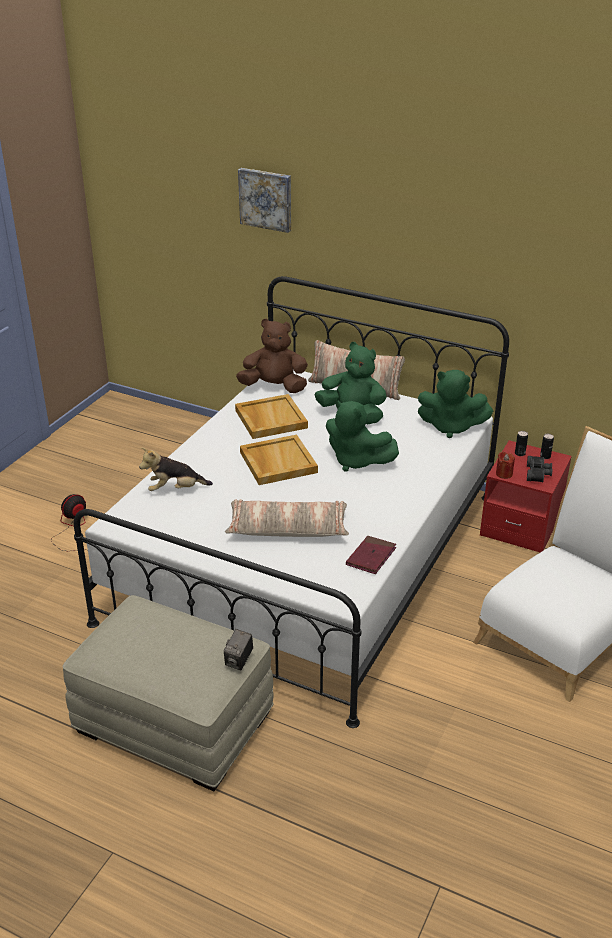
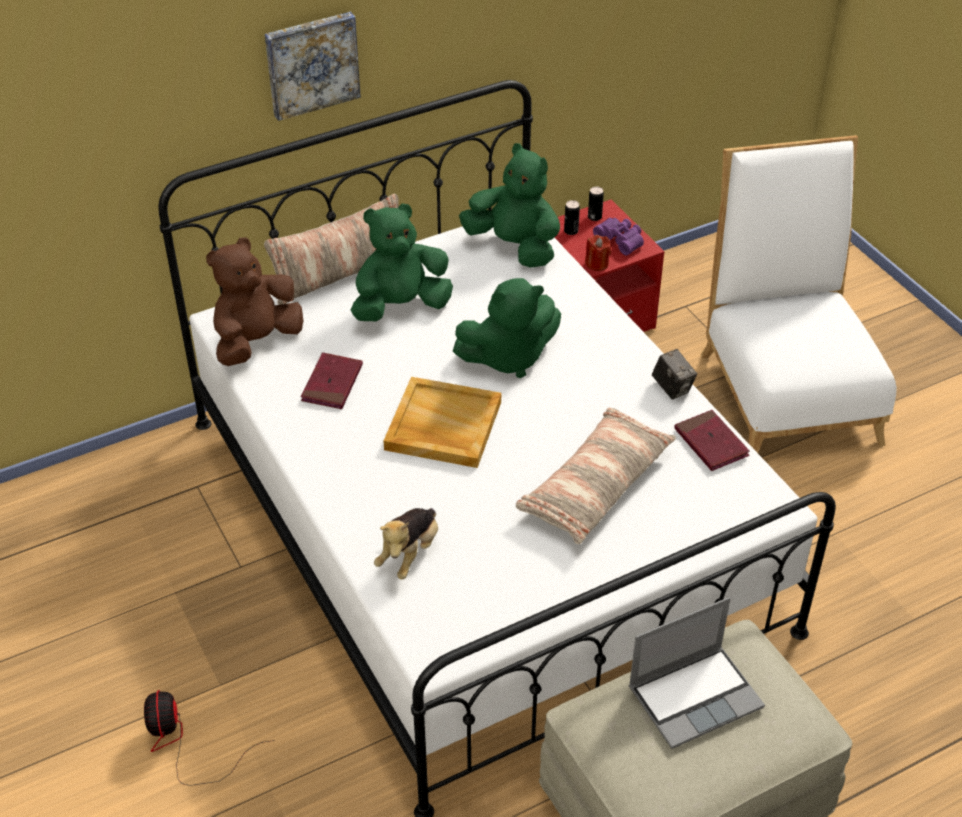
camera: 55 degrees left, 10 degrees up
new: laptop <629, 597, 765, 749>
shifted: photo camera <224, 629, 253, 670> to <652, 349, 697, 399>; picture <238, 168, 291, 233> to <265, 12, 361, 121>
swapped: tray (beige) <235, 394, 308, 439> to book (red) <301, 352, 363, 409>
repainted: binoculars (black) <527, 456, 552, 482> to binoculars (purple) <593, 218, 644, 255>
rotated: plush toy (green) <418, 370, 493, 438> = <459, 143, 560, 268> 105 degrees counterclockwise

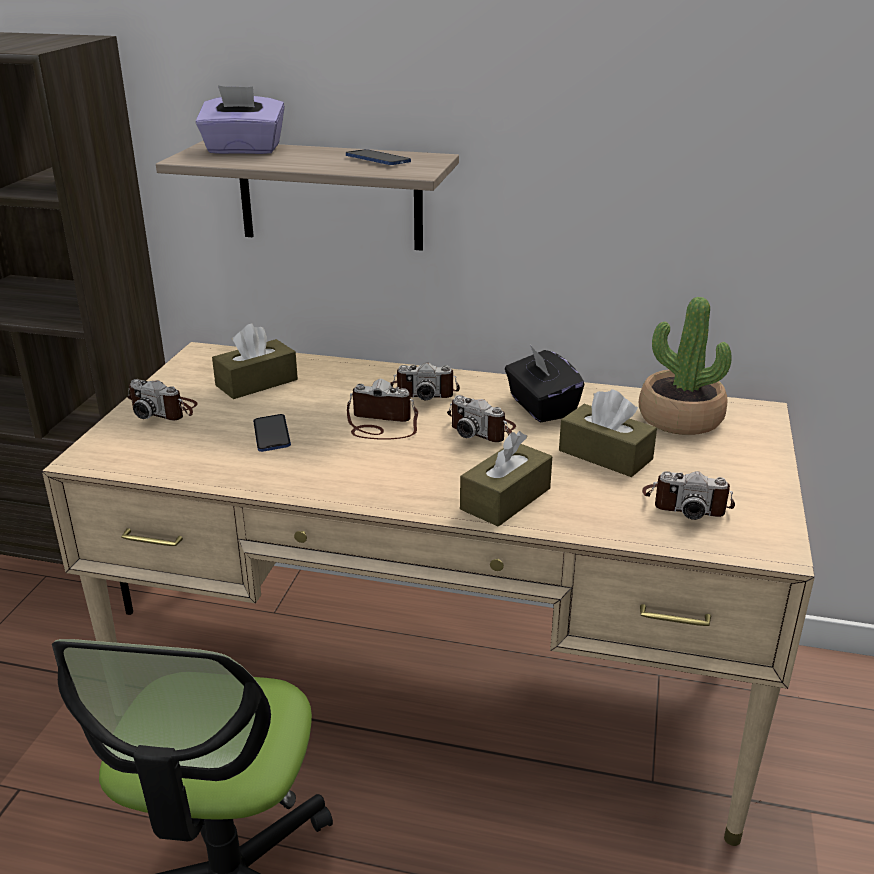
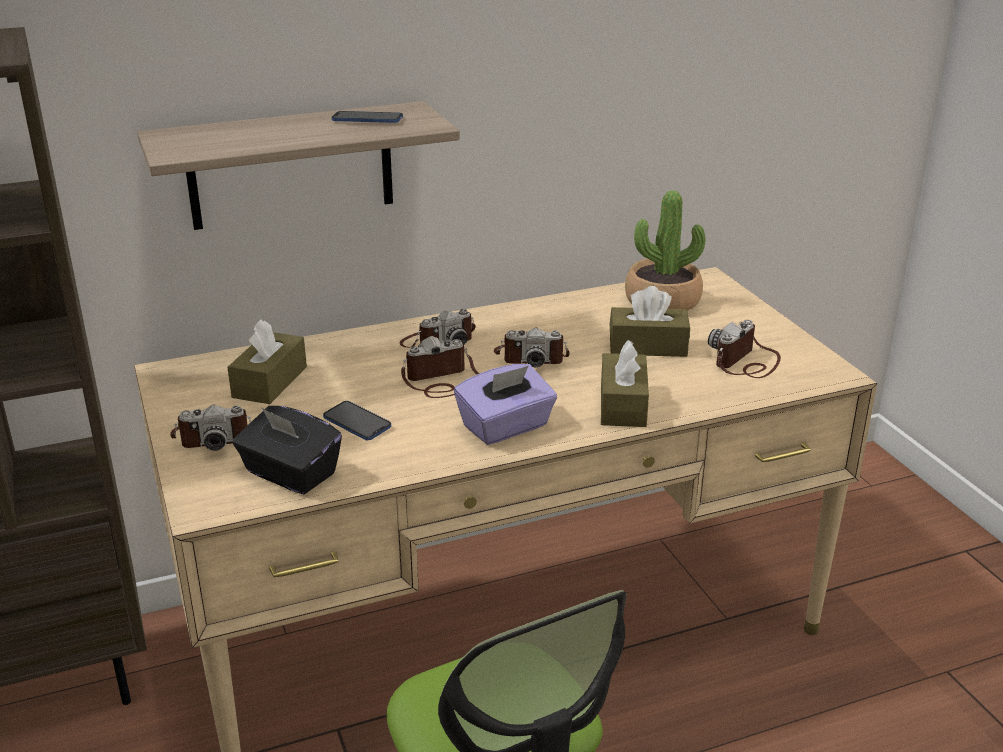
camera: 35 degrees left, 0 degrees up
shifted: tissue box (purple) <196, 85, 285, 154> to <454, 364, 557, 445>; tissue box (black) <505, 346, 584, 422> to <233, 406, 342, 494>
rotated: photo camera <642, 471, 735, 520> = <708, 320, 781, 378> 150 degrees clockwise

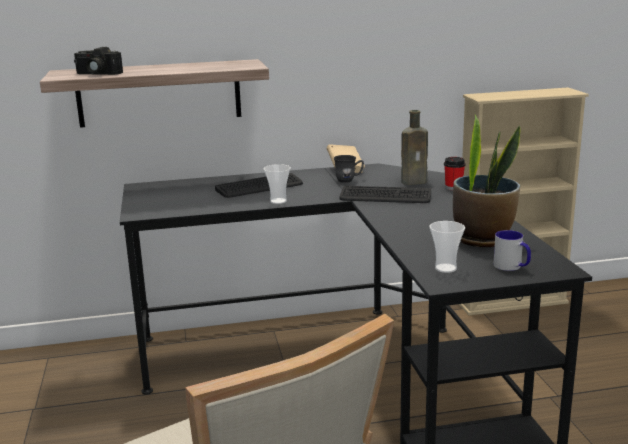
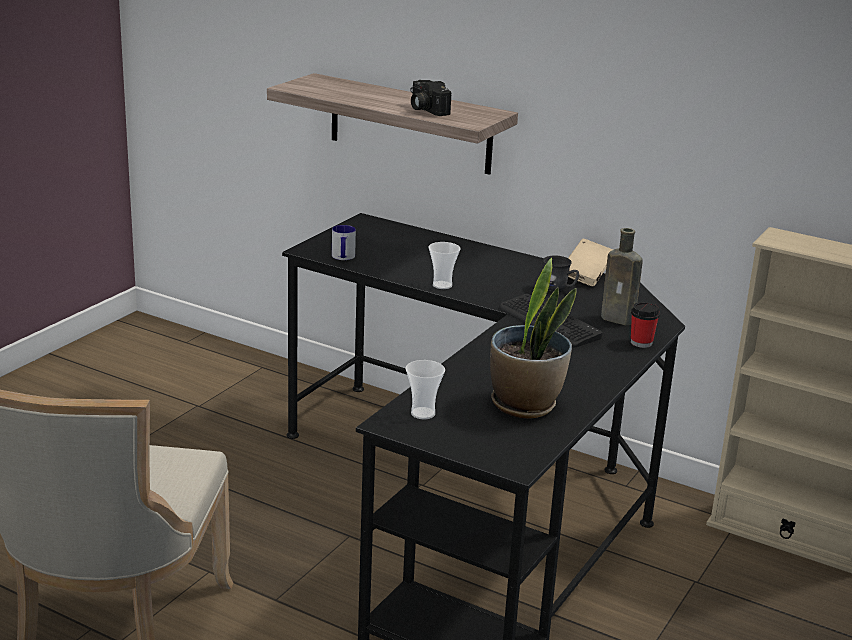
camera: 40 degrees right, 5 degrees up
gone: keyboard <215, 173, 303, 198>
shifted: photo camera <74, 47, 123, 75> to <410, 80, 451, 116>; mug <494, 230, 531, 271> to <332, 225, 356, 260>

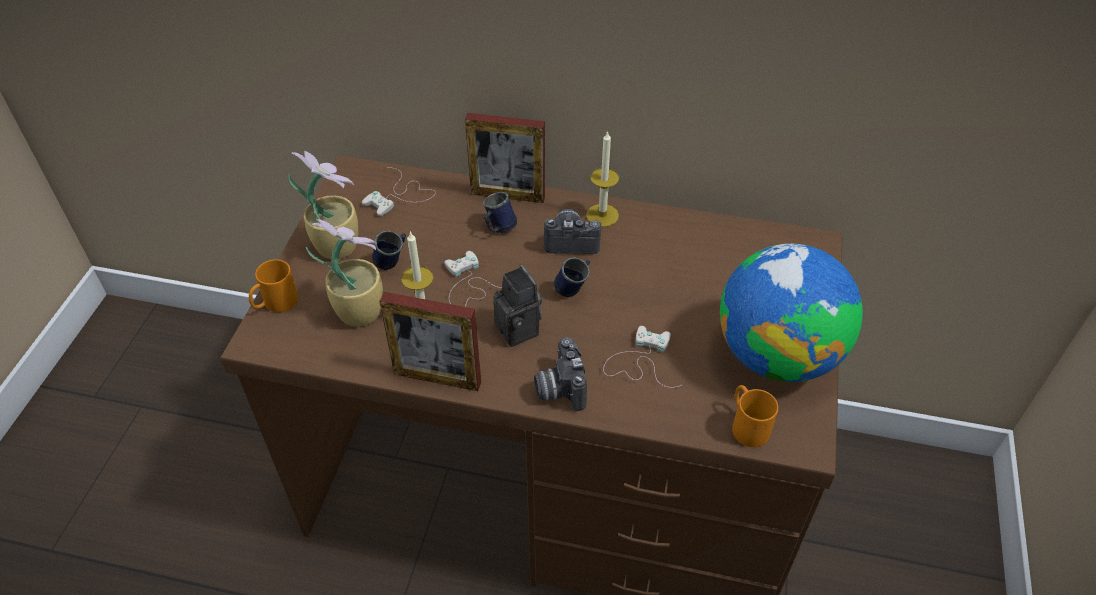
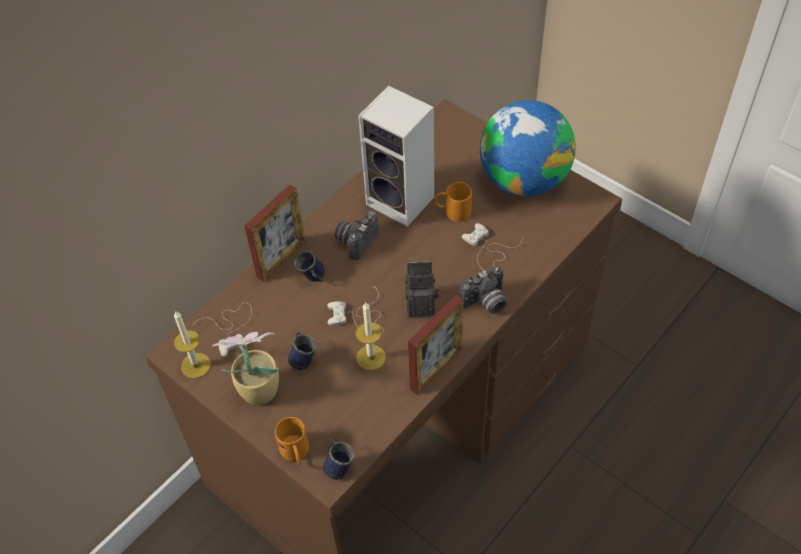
camera: 60 degrees left, 5 degrees up
gone: potted plant <306, 219, 383, 327>
new: speaker <358, 86, 434, 227>
shifted: mug (blue) <554, 257, 590, 297> to <323, 439, 355, 480>; candle <586, 131, 619, 227> to <174, 310, 211, 379>; mug (orange) <732, 385, 778, 447> to <434, 182, 472, 222>
rotated: photo camera <534, 337, 587, 412> = <459, 266, 507, 314> 45 degrees counterclockwise

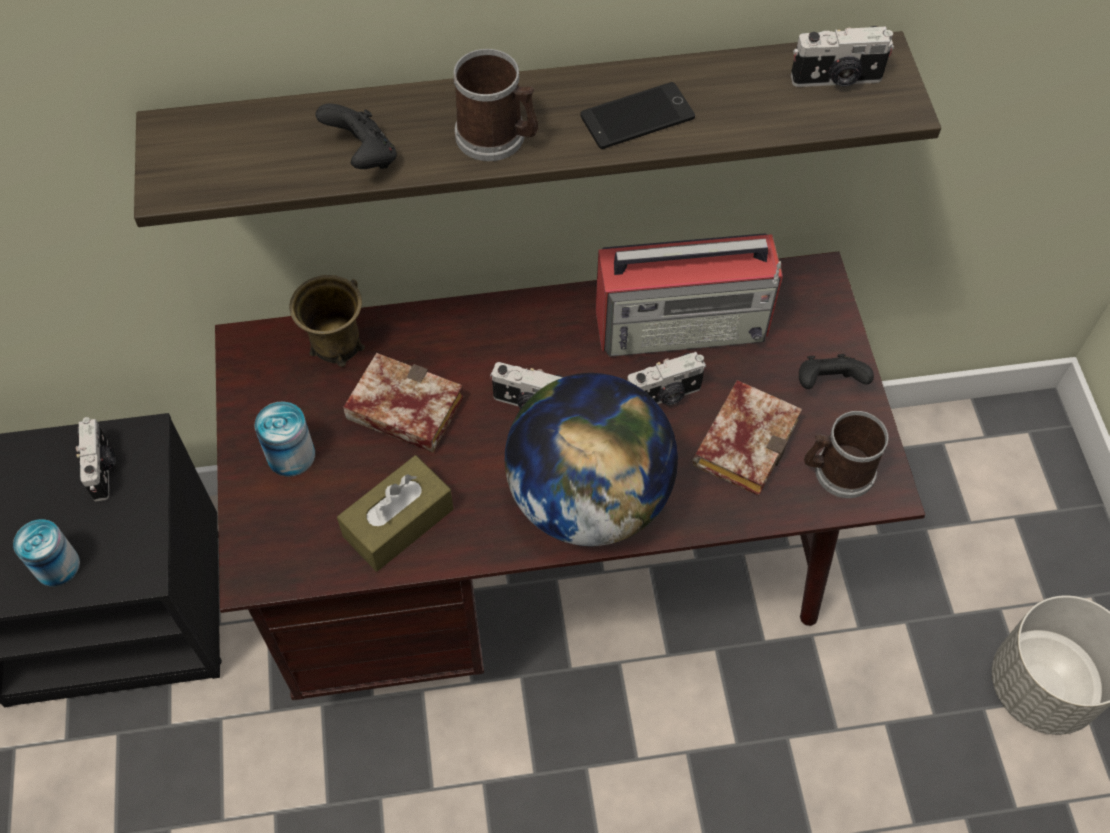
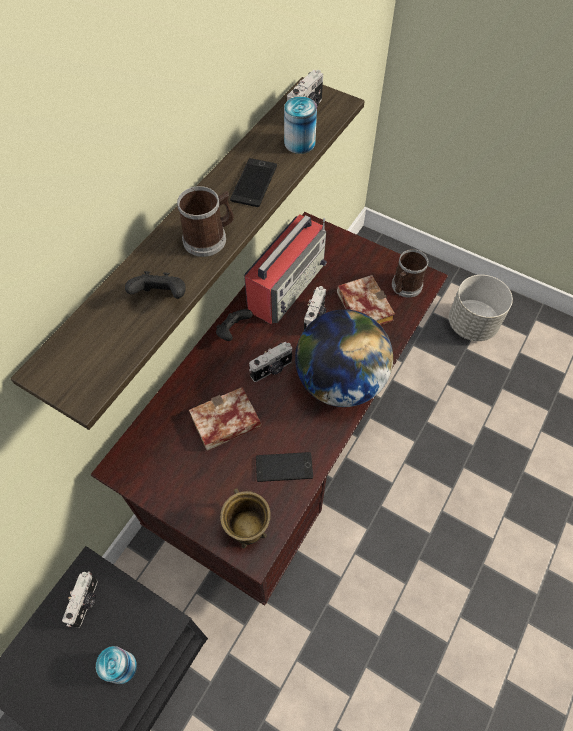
camera: 50 degrees left, 0 degrees up
shifted: can <255, 401, 315, 477> to <284, 97, 317, 154>; mug (brown) <289, 275, 365, 367> to <220, 488, 271, 548>; game controller (black) <799, 354, 874, 389> to <216, 309, 253, 341>
swapped: tissue box (brown) <337, 455, 453, 572> to phone <256, 452, 313, 482>
rotated: photo camera <76, 417, 116, 501> = <62, 571, 98, 628> 75 degrees clockwise

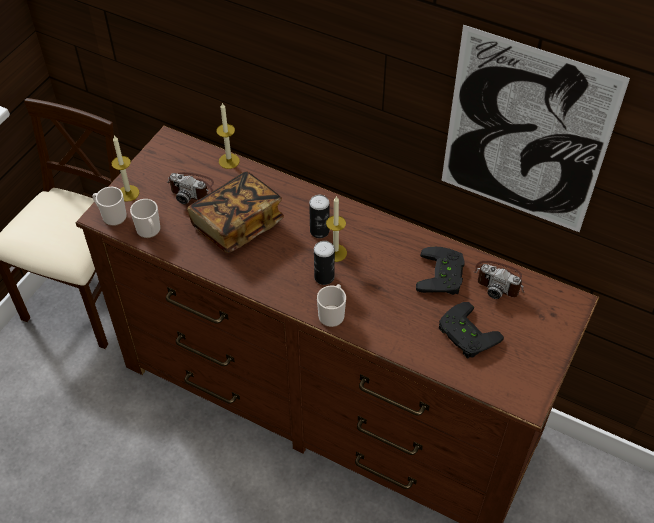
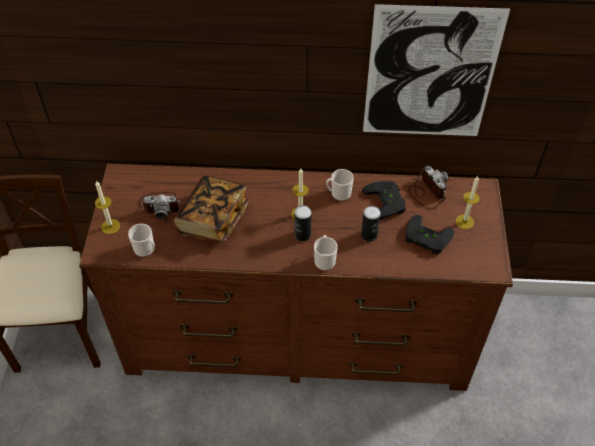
camera: 25 degrees left, 0 degrees up
shifted: mug <92, 187, 127, 226> to <326, 169, 354, 201>; candle <216, 103, 240, 169> to <456, 176, 480, 229>; can <309, 195, 329, 238> to <361, 206, 380, 242>
rotated: photo camera <475, 261, 524, 299> = <408, 166, 449, 209> 120 degrees counterclockwise

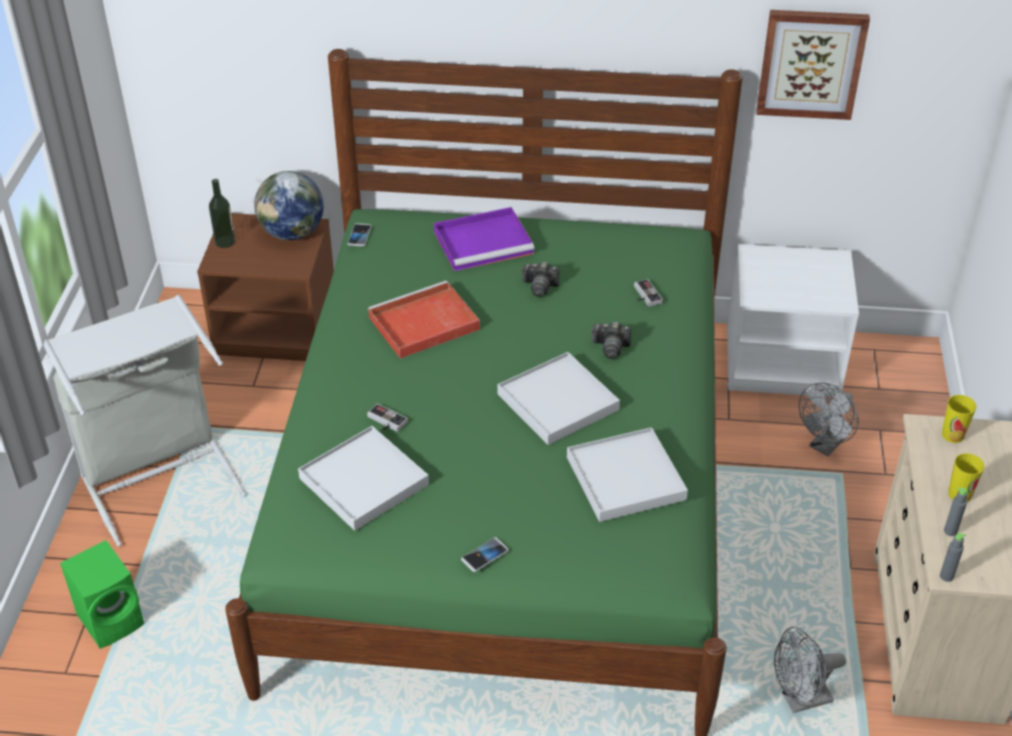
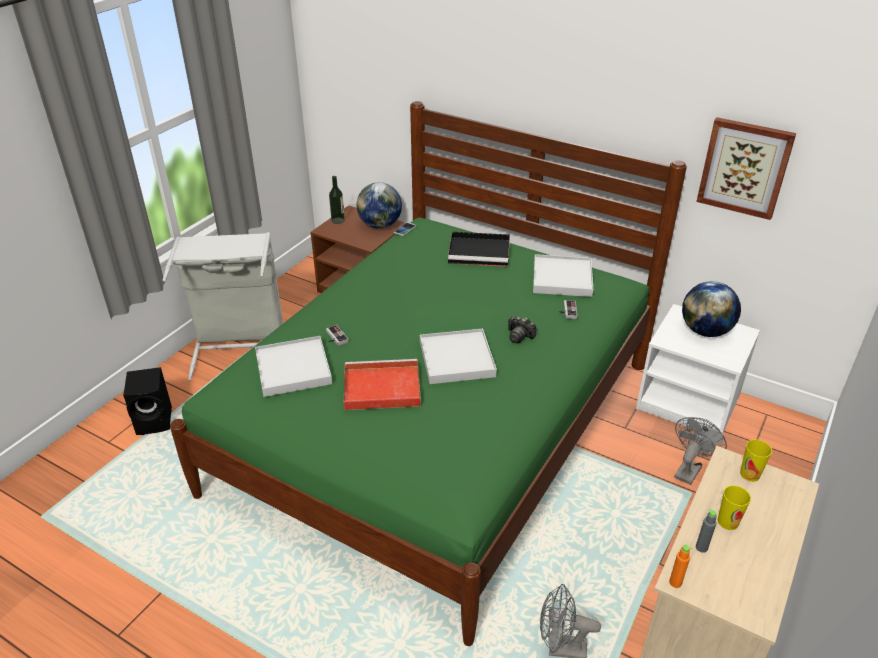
camera: 25 degrees right, 5 degrees down
gone: phone <461, 537, 509, 572>; photo camera <521, 262, 560, 297>
new: globe <682, 281, 741, 337>
shifted: tray (red) <368, 281, 480, 359> to <344, 359, 421, 410>; tray (white) <567, 427, 688, 522> to <533, 254, 593, 297>
repainted: speaker (green) <60, 540, 144, 649> to speaker (black) <123, 367, 172, 435>; tray (purple) <434, 207, 534, 271> to tray (black) <448, 232, 510, 267>; bottle (grey) <940, 533, 966, 582> to bottle (orange) <669, 545, 692, 588>
rotated: fan (grey) <799, 383, 859, 456> = <674, 417, 727, 485> 150 degrees clockwise

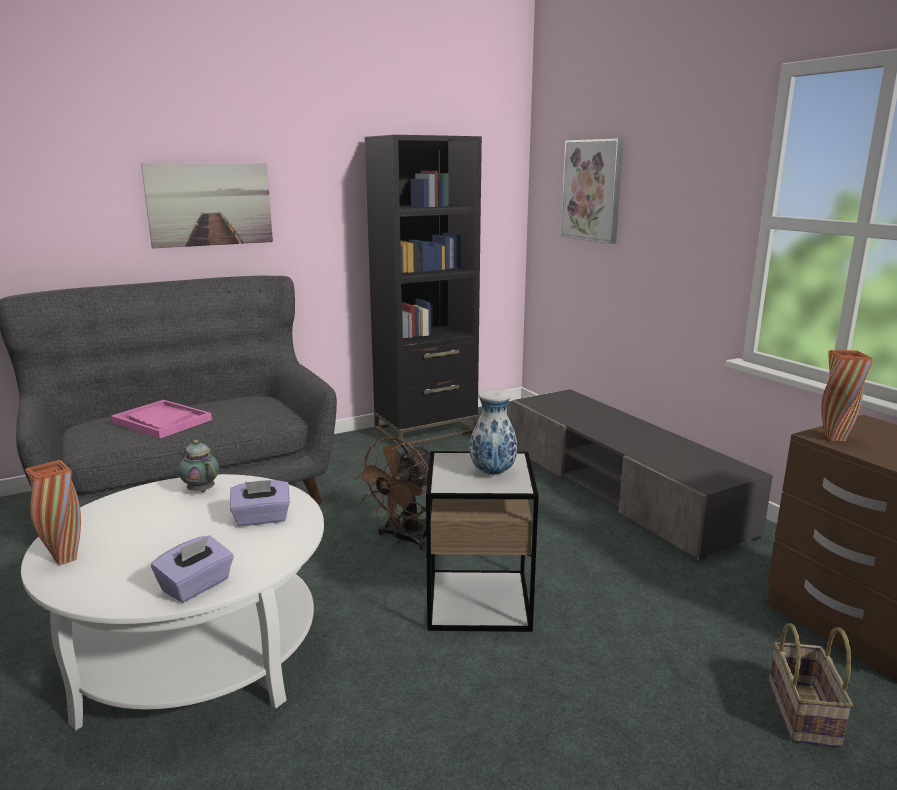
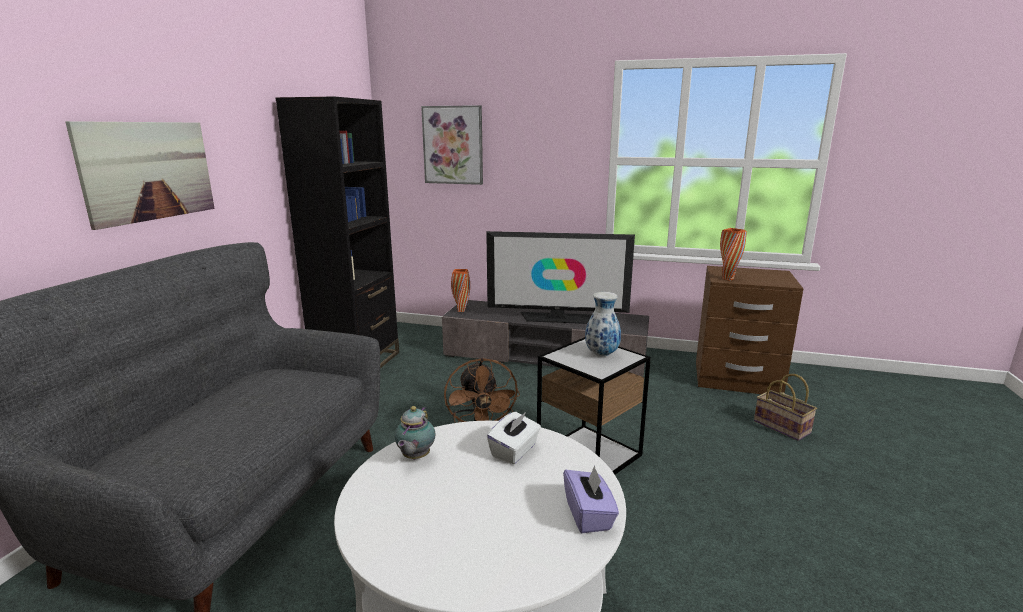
camera: 45 degrees left, 0 degrees up
gone: tray (pink) <111, 400, 212, 439>
new: television <486, 231, 635, 324>
shifted: vase (orange) <25, 460, 81, 566> to <451, 269, 470, 312>
repainted: tissue box (purple) <230, 480, 290, 526> to tissue box (white) <487, 412, 541, 464>
rotated: teapot <178, 440, 219, 492> = <395, 406, 436, 460> 75 degrees counterclockwise

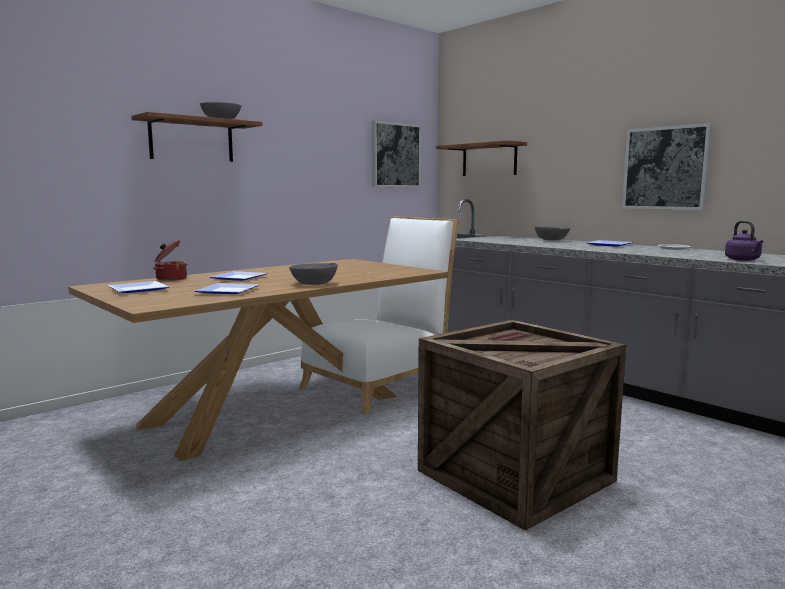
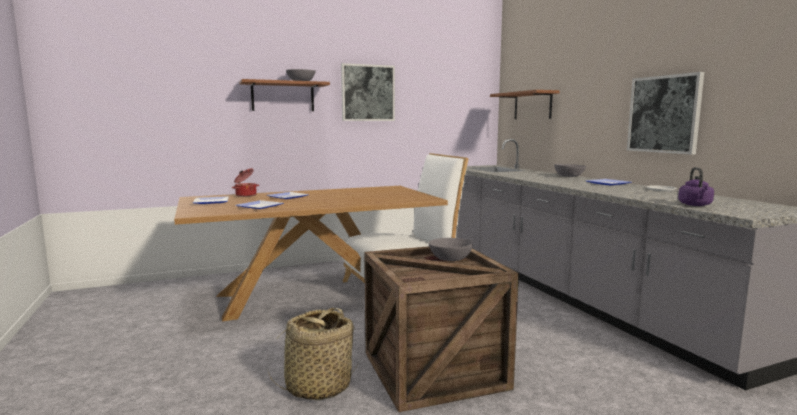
camera: 20 degrees right, 0 degrees up
new: basket <267, 308, 358, 401>
shifted: bowl (grey) <289, 263, 338, 285> to <428, 238, 473, 261>; picture <372, 120, 421, 187> to <341, 63, 395, 121>

